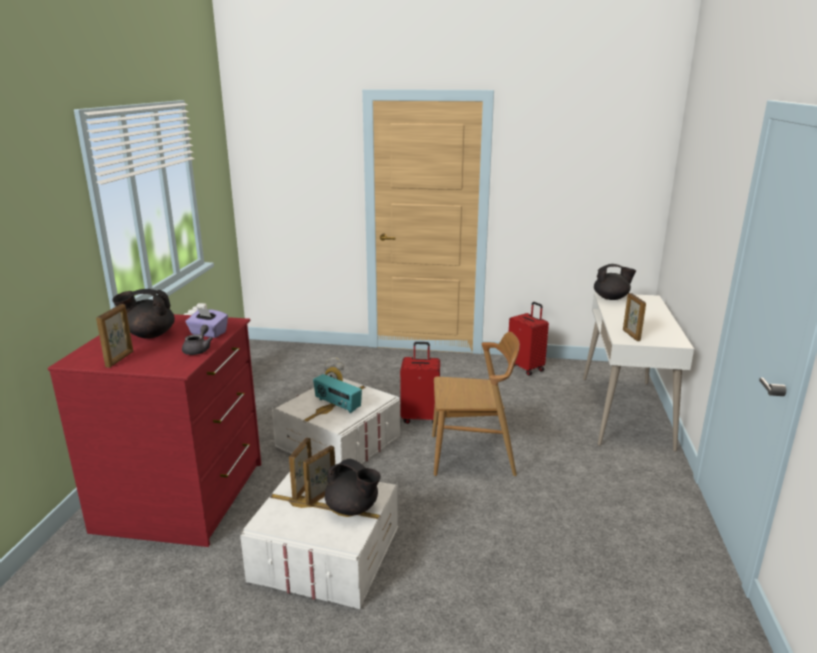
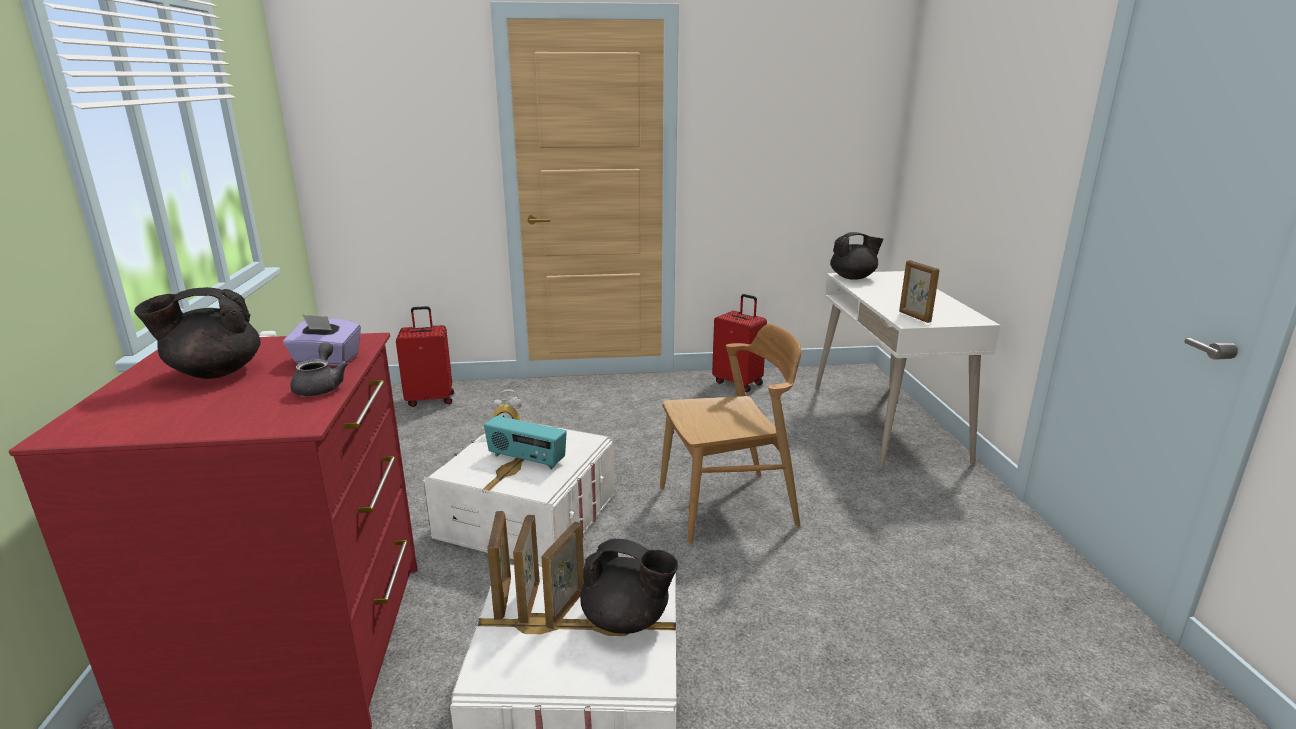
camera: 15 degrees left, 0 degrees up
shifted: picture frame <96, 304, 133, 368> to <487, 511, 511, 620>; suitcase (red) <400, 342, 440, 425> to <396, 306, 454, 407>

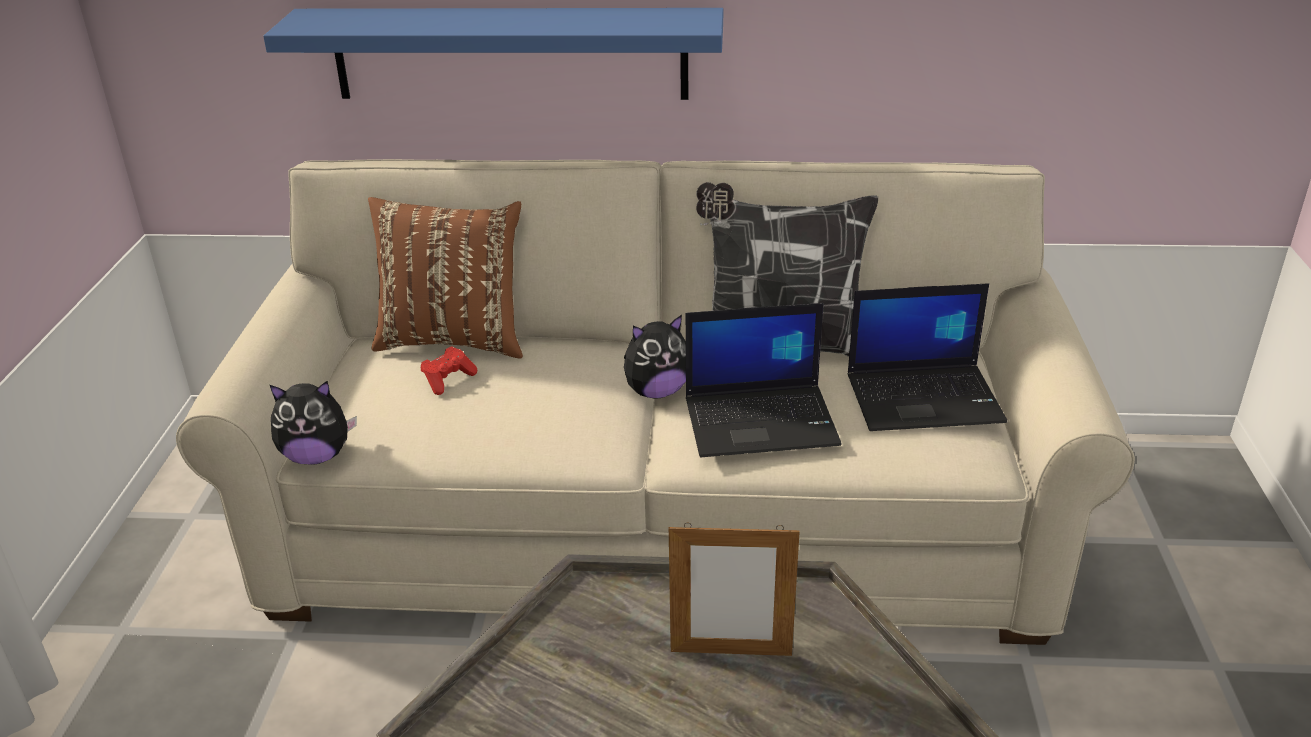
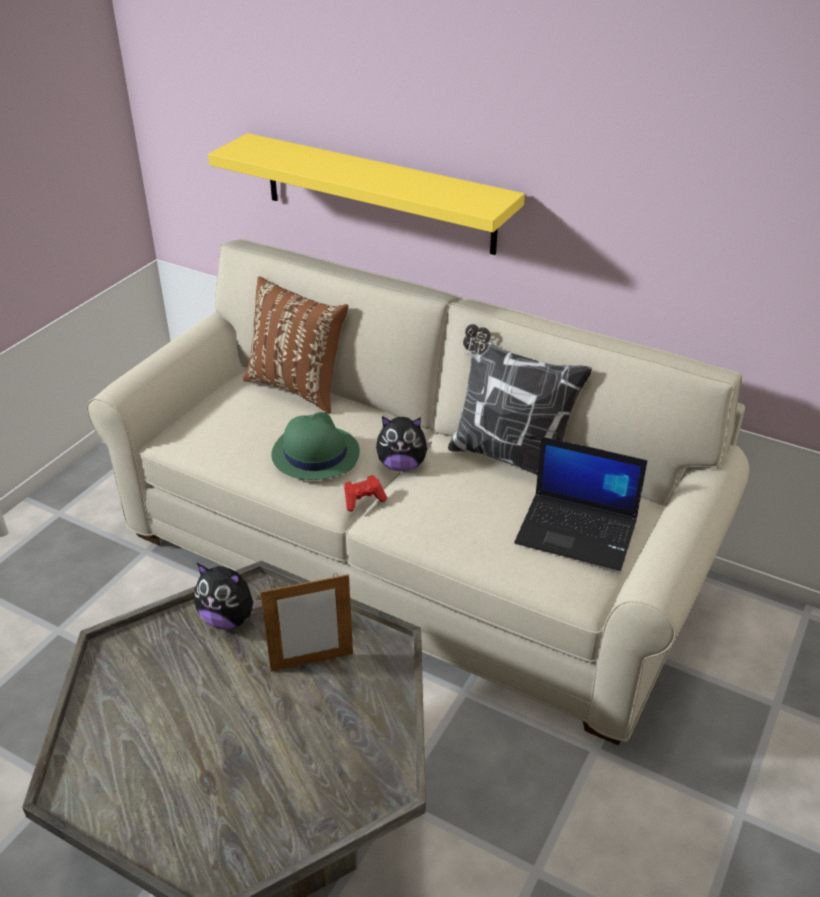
camera: 25 degrees right, 5 degrees up
gone: laptop <686, 303, 842, 457>
new: hat (green) <271, 412, 360, 480>
shifted: plush toy <270, 381, 357, 465> to <194, 563, 262, 629>; game controller (red) <421, 346, 477, 395> to <344, 475, 387, 511>
repainted: shelf (blue) <263, 8, 723, 100> to shelf (yellow) <208, 133, 525, 255>
rotated: picture frame <669, 523, 800, 656> = <260, 574, 353, 672> 45 degrees counterclockwise

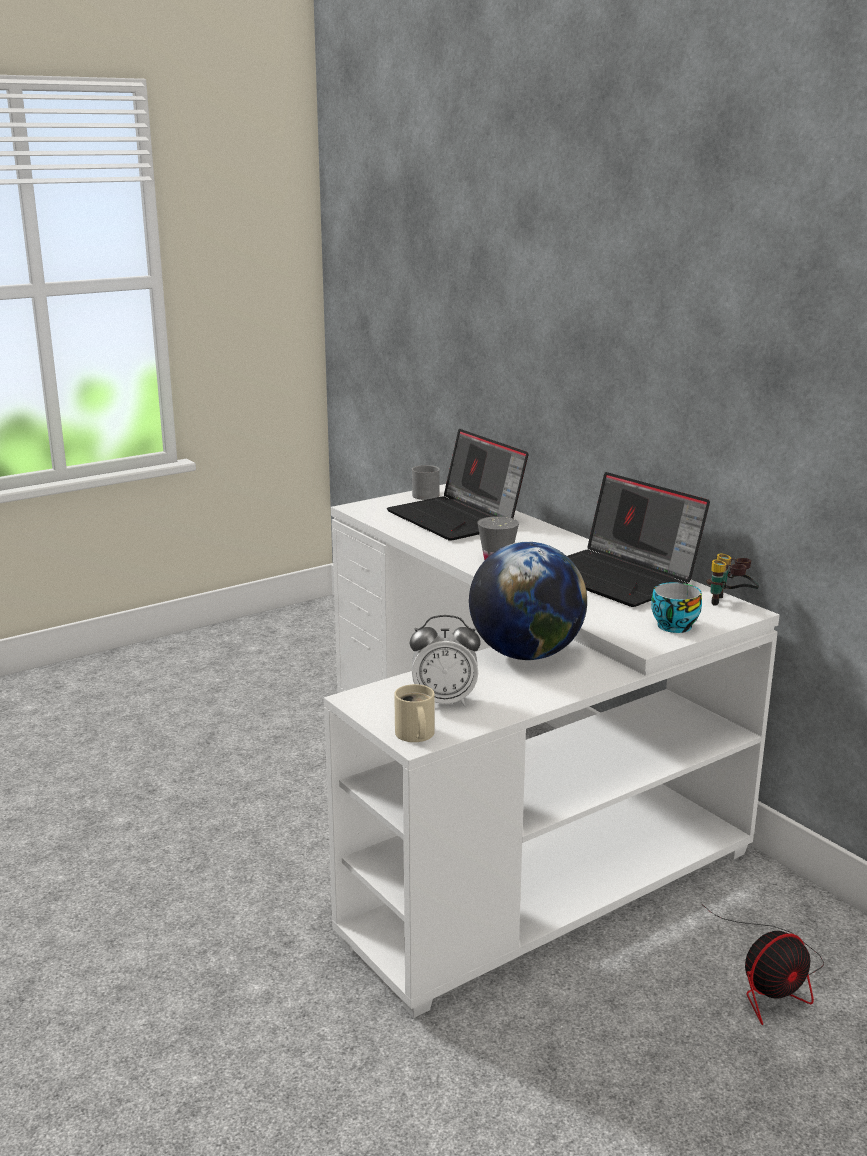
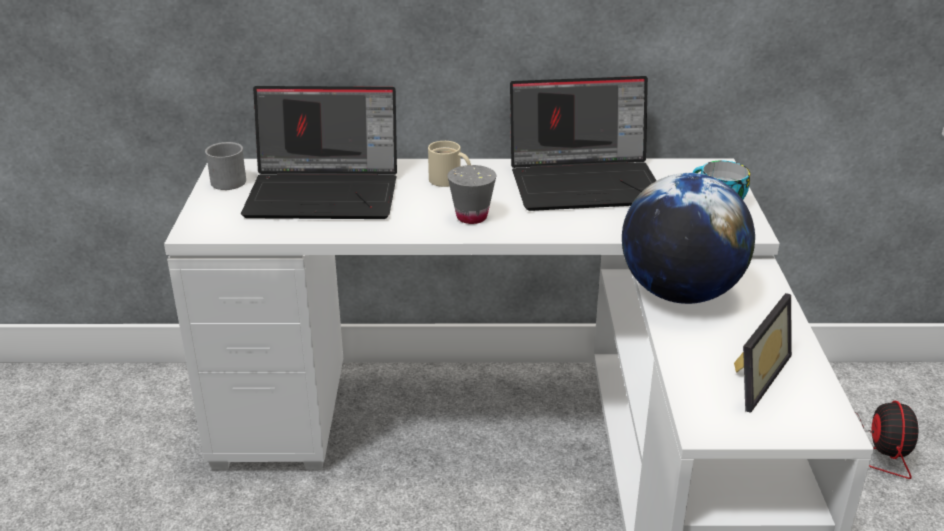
camera: 55 degrees left, 10 degrees up
gone: binoculars <706, 553, 759, 606>
shifted: mug (beige) <394, 684, 435, 742> to <428, 141, 471, 187>
swapped: alarm clock <410, 615, 481, 706> to picture frame <734, 293, 792, 412>

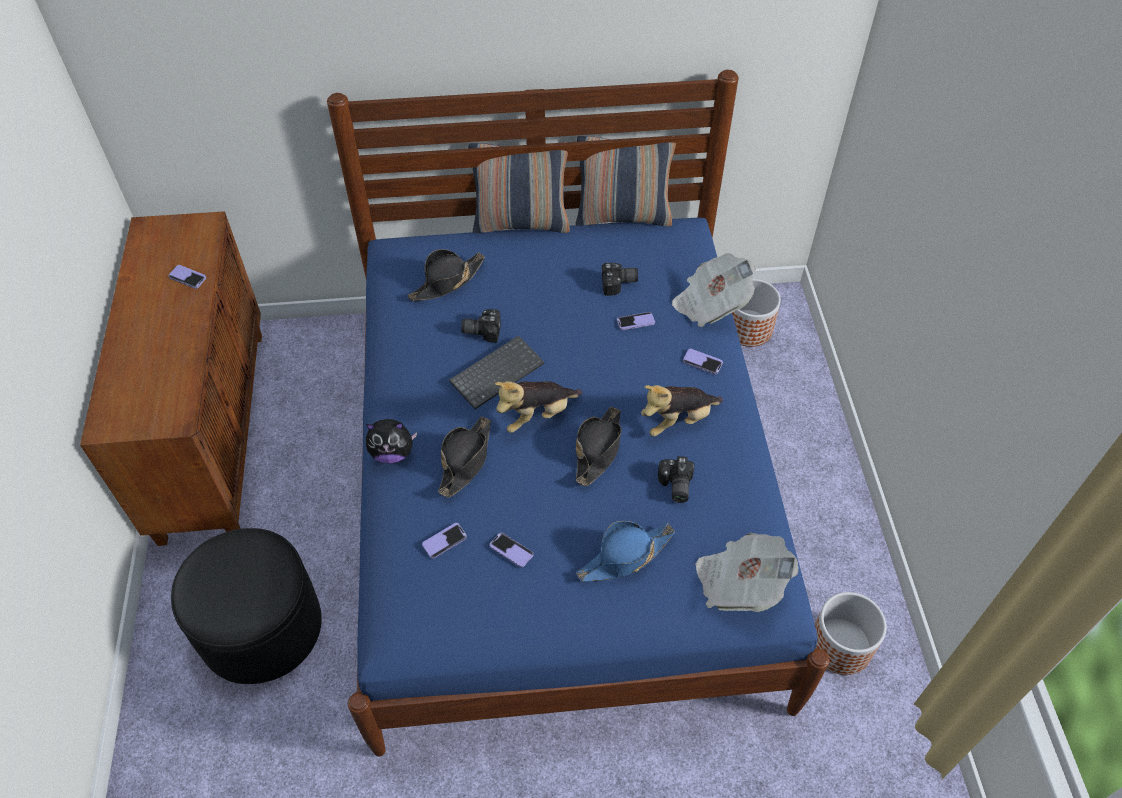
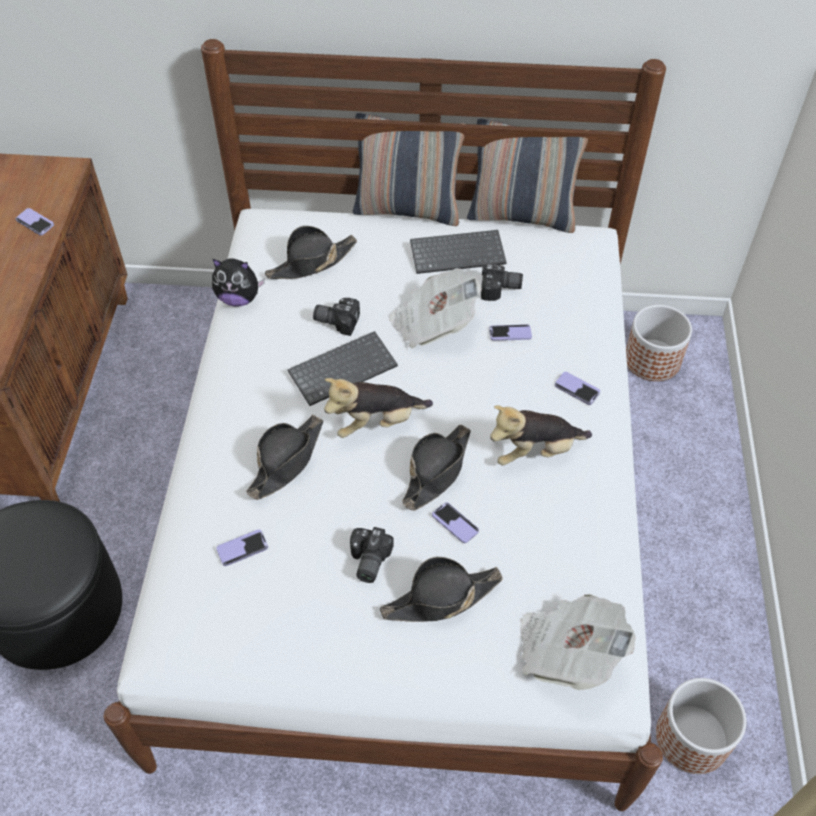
camera: 10 degrees right, 0 degrees up
new: keyboard <410, 230, 507, 274>
shifted: plush toy <366, 419, 417, 464> to <212, 258, 265, 306>; phone <489, 533, 533, 567> to <432, 502, 479, 543>; photo camera <658, 456, 694, 503> to <350, 527, 394, 583>; newspaper <672, 253, 756, 327> to <389, 268, 482, 349>
repainted: bed (blue) <327, 70, 830, 757> to bed (white) <104, 39, 666, 811>; hat (blue) <576, 521, 675, 582> to hat (black) <380, 557, 503, 622>

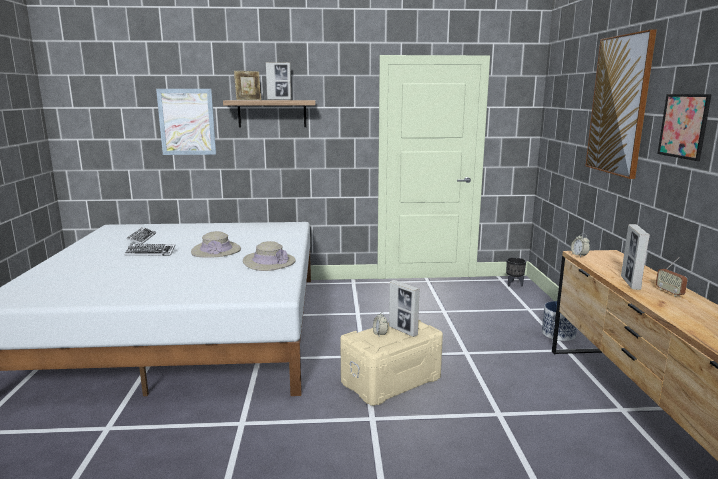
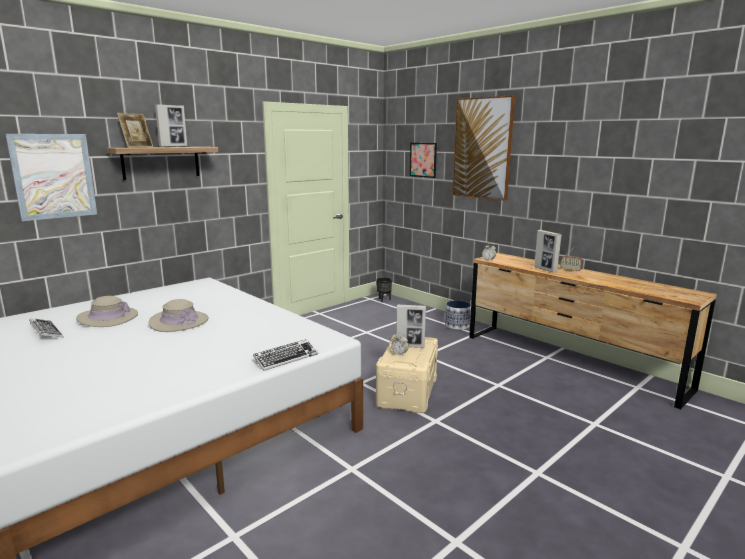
camera: 40 degrees left, 0 degrees up
shifted: keyboard <124, 244, 175, 256> to <253, 339, 318, 371>; hat (beige) <243, 241, 296, 271> to <76, 296, 138, 327>; picture <657, 94, 712, 161> to <410, 143, 437, 178>

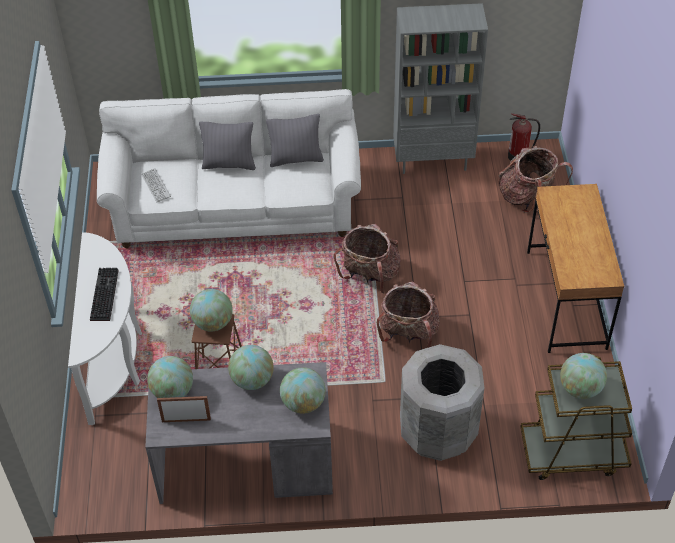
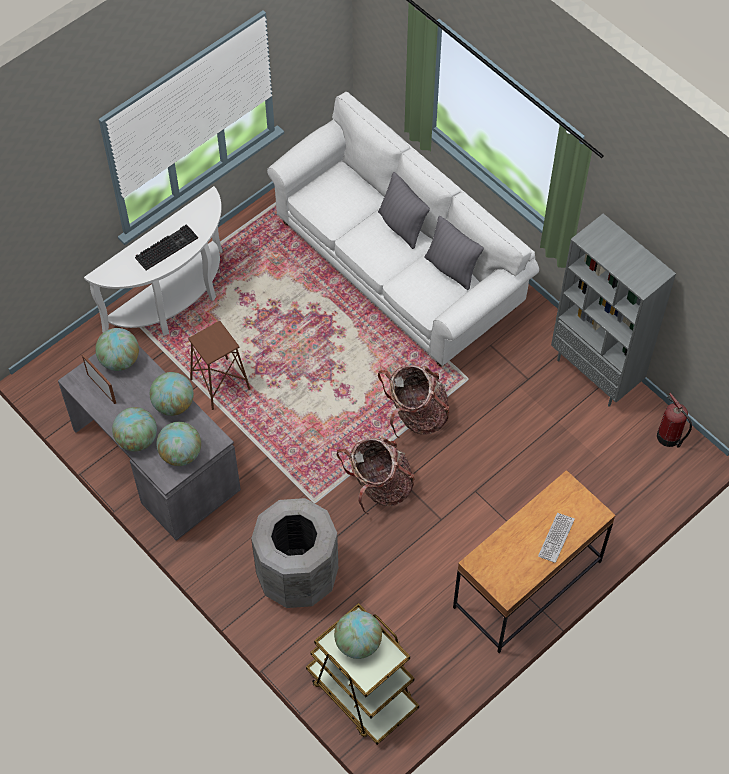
camera: 50 degrees right, 10 degrees up
gone: backpack <499, 146, 573, 213>
shifted: keyboard <141, 168, 171, 202> to <538, 513, 575, 563>; globe <190, 289, 233, 331> to <112, 407, 157, 452>

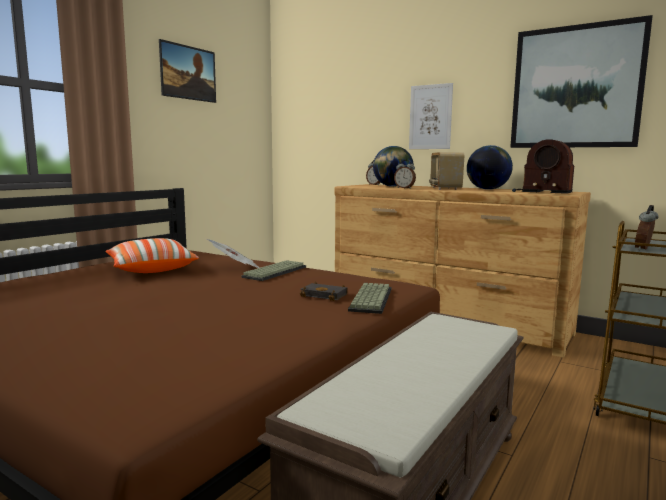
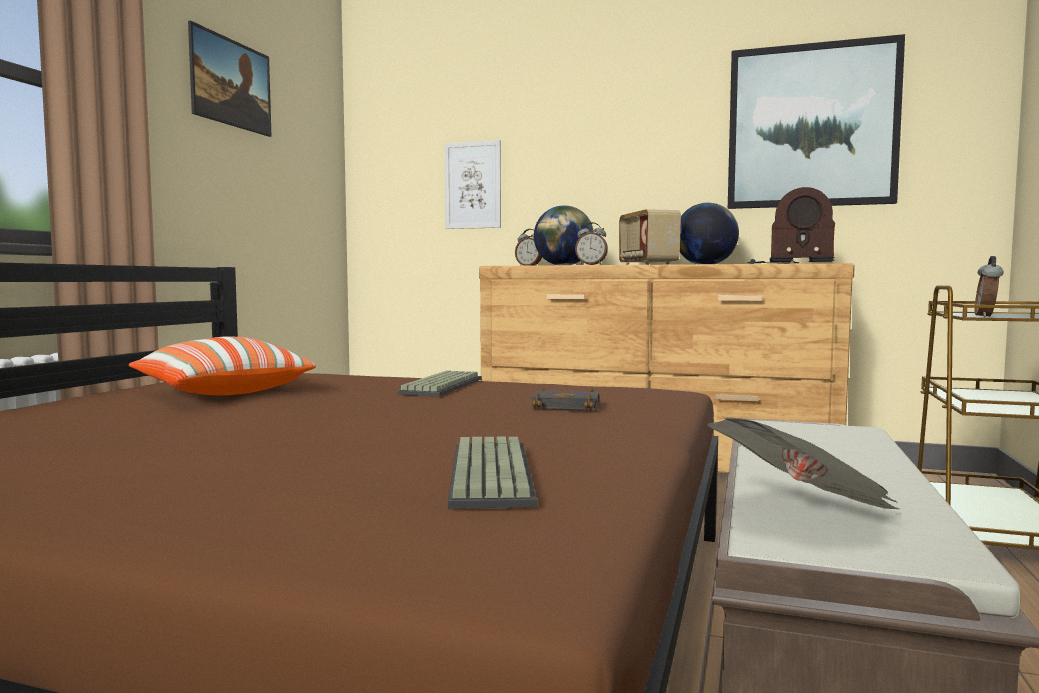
camera: 15 degrees left, 5 degrees down
shifted: newspaper <206, 239, 260, 268> to <707, 418, 899, 509>; keyboard <348, 283, 392, 314> to <448, 436, 537, 509>; picture <409, 83, 453, 149> to <445, 140, 501, 229>

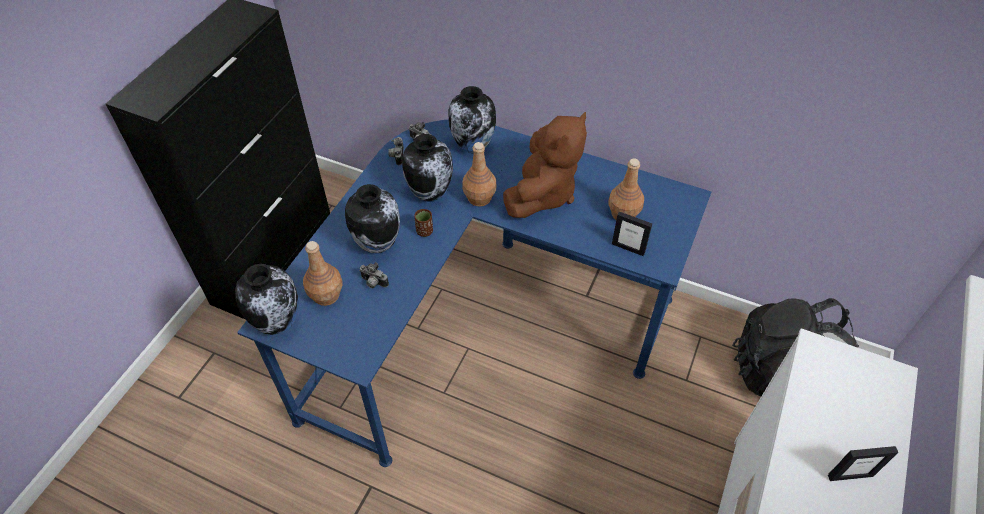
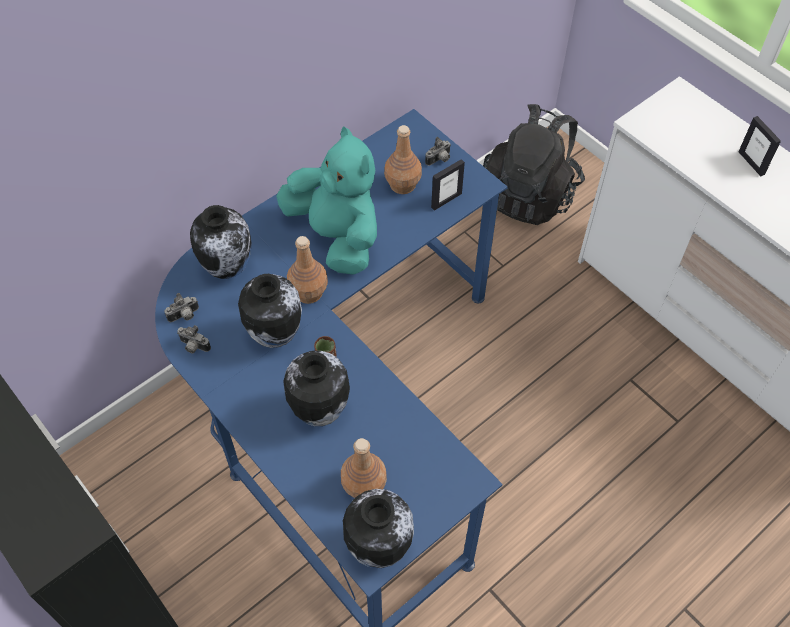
camera: 65 degrees left, 5 degrees up
shifted: photo camera <359, 262, 389, 288> to <425, 137, 451, 166>
repainted: plush toy (brown) <503, 112, 587, 218> to plush toy (turquoise) <276, 127, 377, 275>
rotated: picture frame <828, 446, 898, 481> = <739, 116, 781, 176> 135 degrees clockwise

